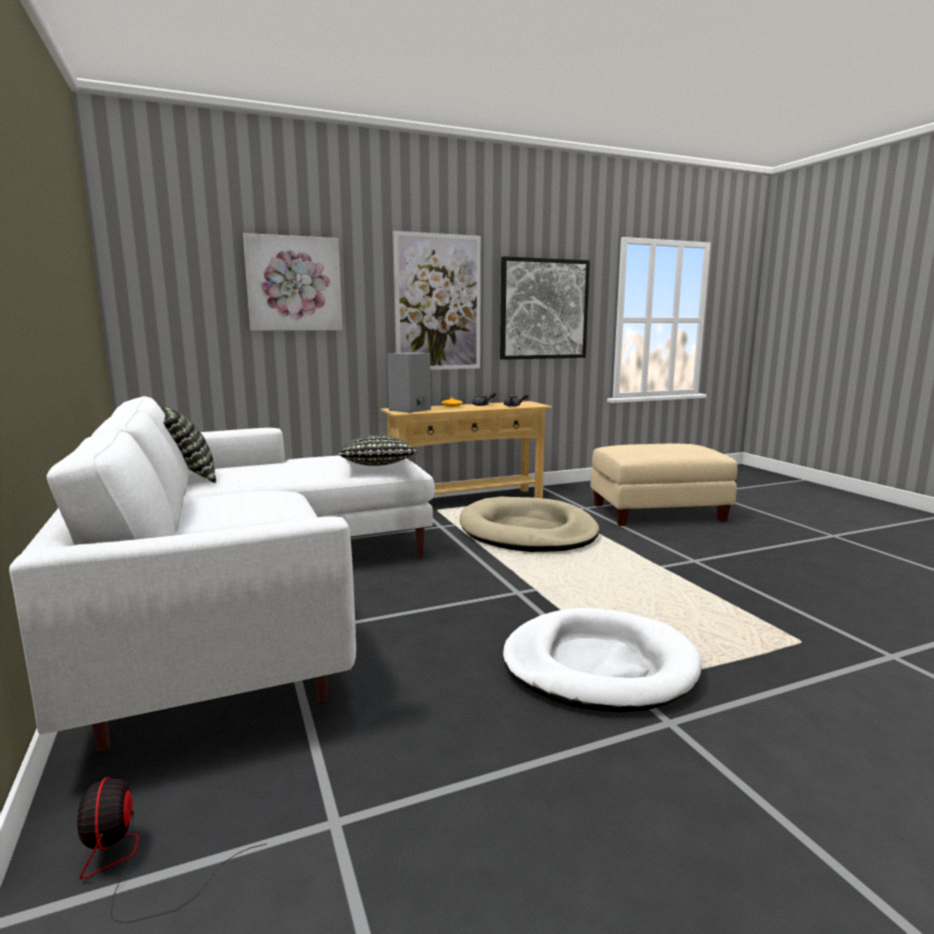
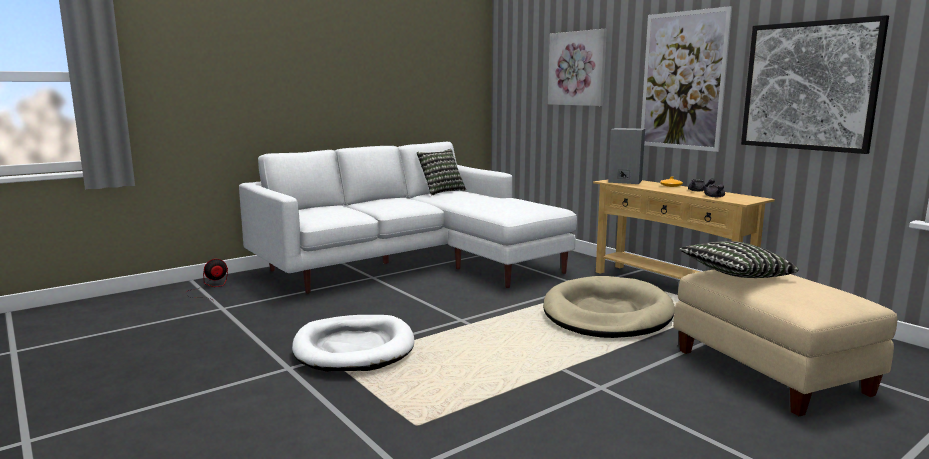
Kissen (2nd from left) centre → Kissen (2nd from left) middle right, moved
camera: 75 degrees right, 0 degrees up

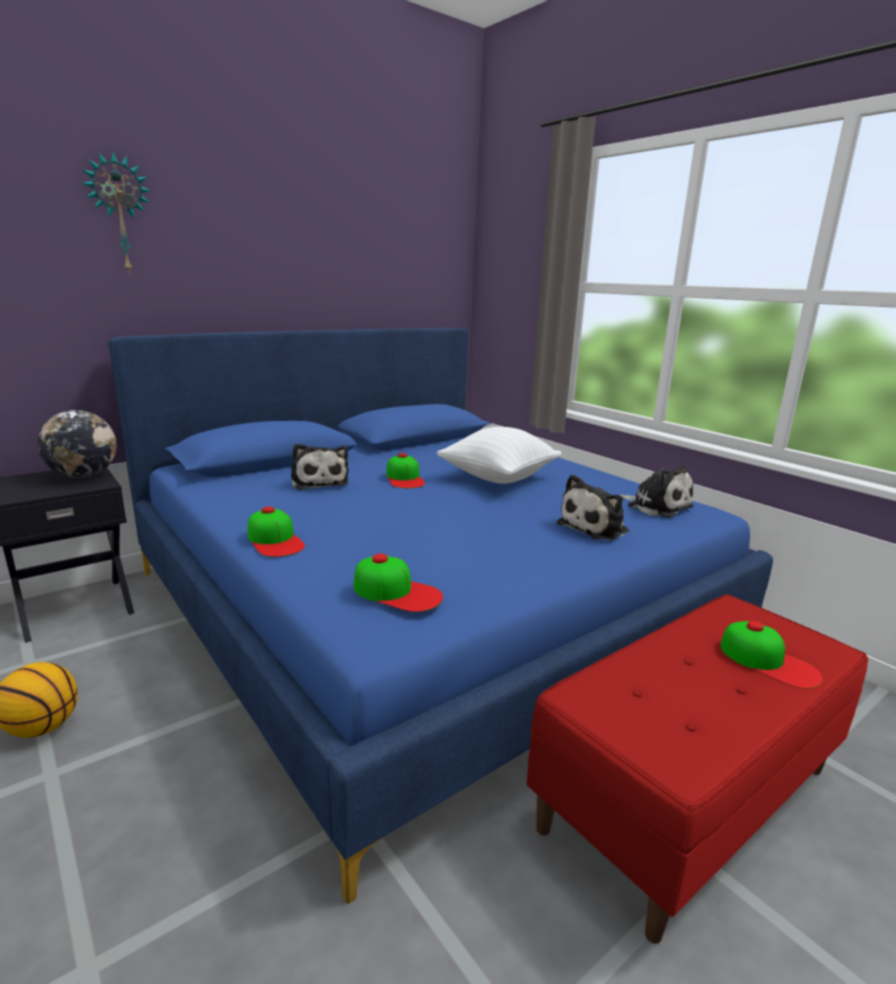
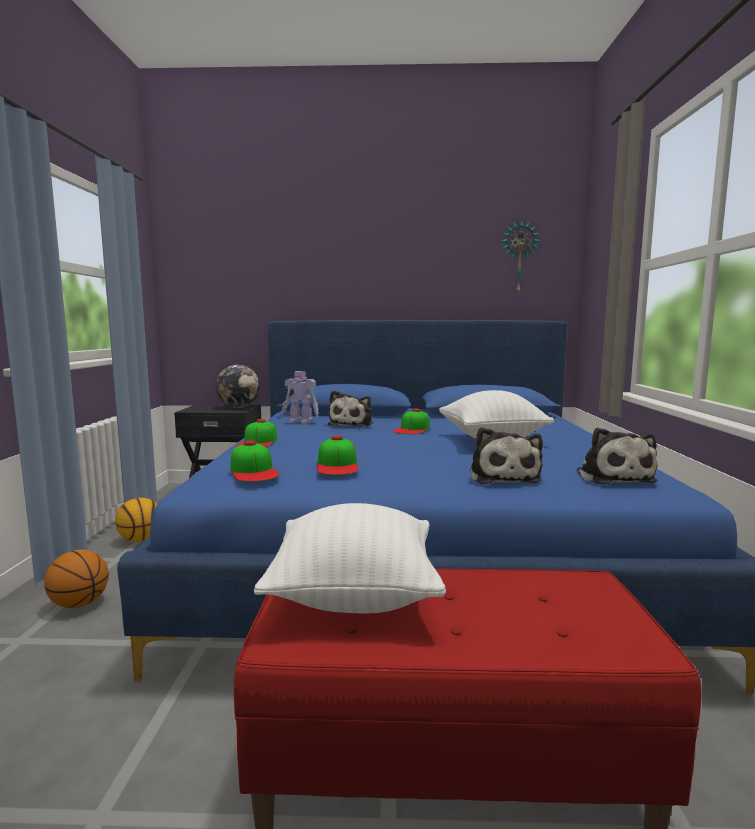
- → Basketball (1st from left) bottom left
- → Kissen [weiß] (1st from left) bottom centre
- → Spielzeugroboter centre
Kappe (4th from left in the first image) middle right → Kappe (3rd from left) centre, moved
Plüschtier (2nd from left) centre → Plüschtier (2nd from left) middle right, 90 degrees counterclockwise
Wanduhr top left → Wanduhr top right, moved
camera: 40 degrees right, 10 degrees down

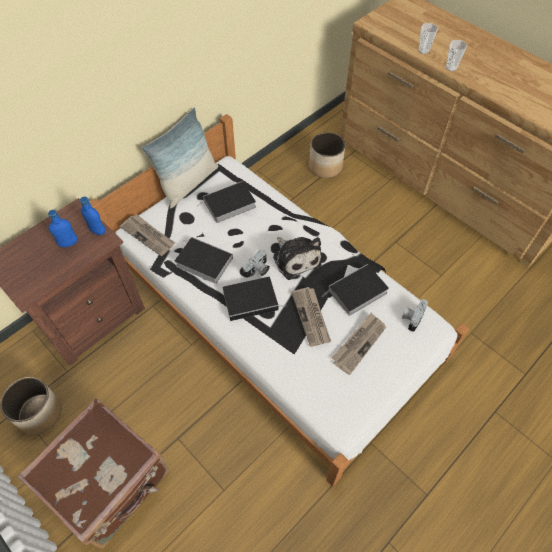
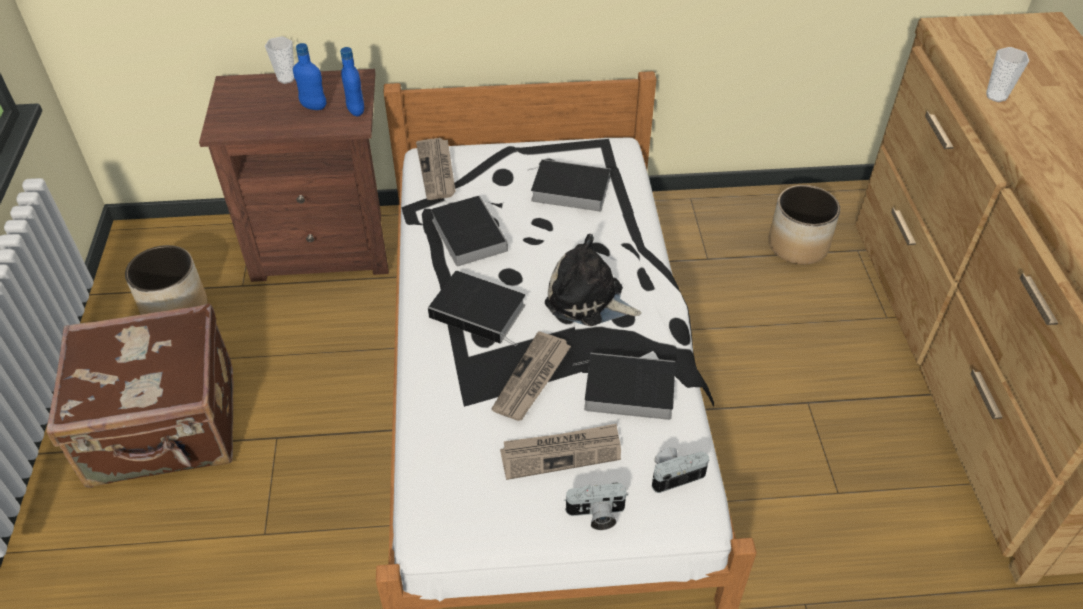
Tasse (2nd from left in the first image) top right → Tasse (1st from left) top left, moved
Plüschtier centre, 105 degrees clockwise
Kamera (1st from left) centre → Kamera (1st from left) bottom centre, moved
Kissen top left → -
camera: 40 degrees right, 10 degrees down

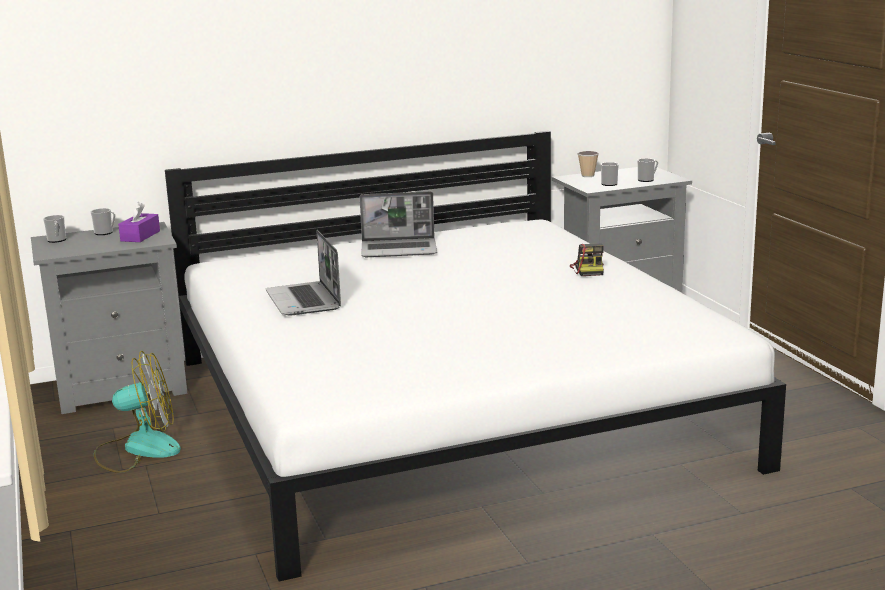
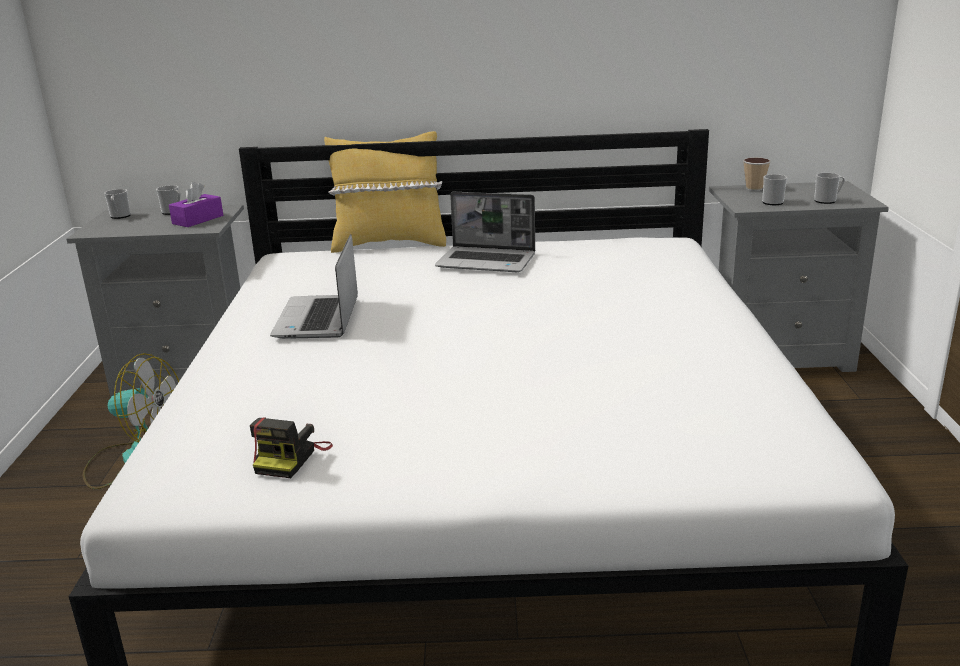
Kamera centre → Kamera bottom left, moved
- → Kissen [gelb] top centre
camera: 20 degrees right, 5 degrees up

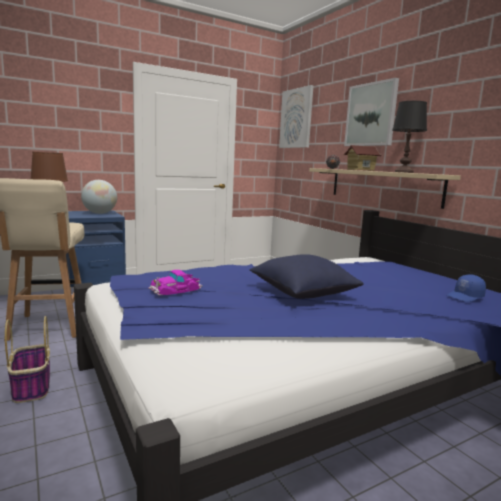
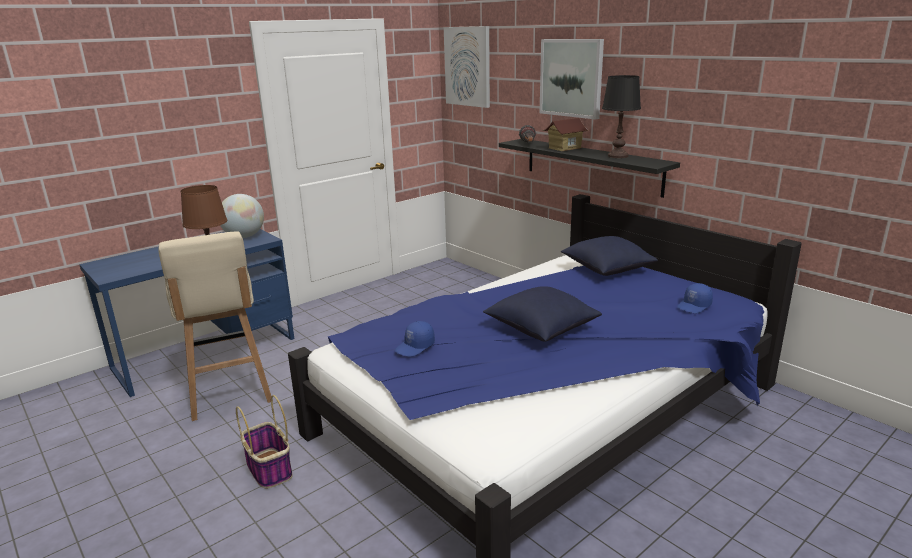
Spielzeugauto centre → Kappe [blau] (1st from left) centre
Wandregal [beige] middle right → Wandregal [schwarz] top centre
- → Kissen [blau] (2nd from left) middle right
camera: 10 degrees left, 10 degrees up

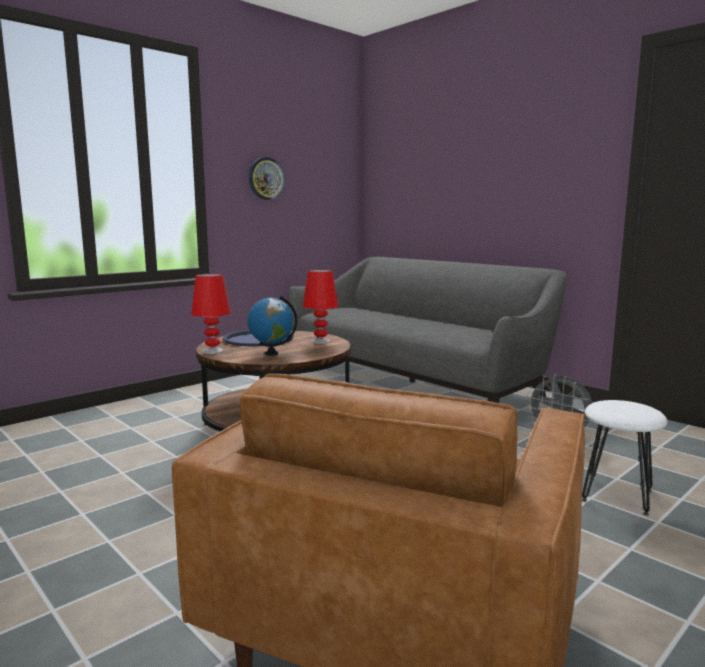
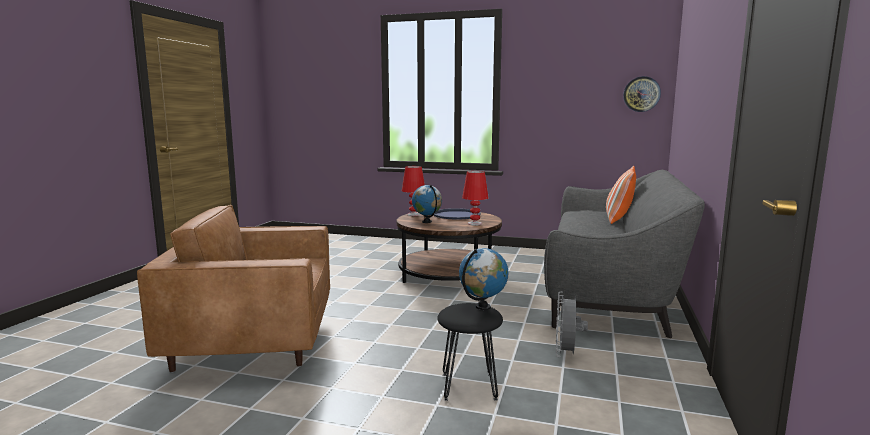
Hocker [weiß] bottom right → Hocker [schwarz] bottom centre
- → Globus (2nd from left) centre
- → Kissen middle right
Wanduhr top centre → Wanduhr top right, moved
camera: 60 degrees right, 0 degrees up

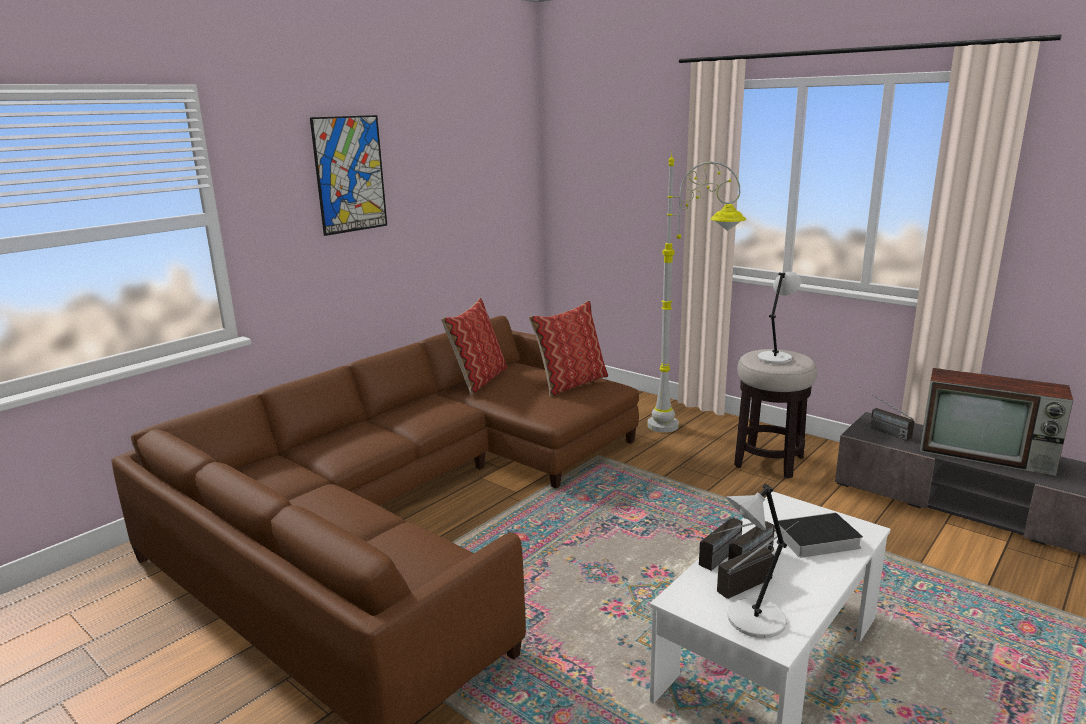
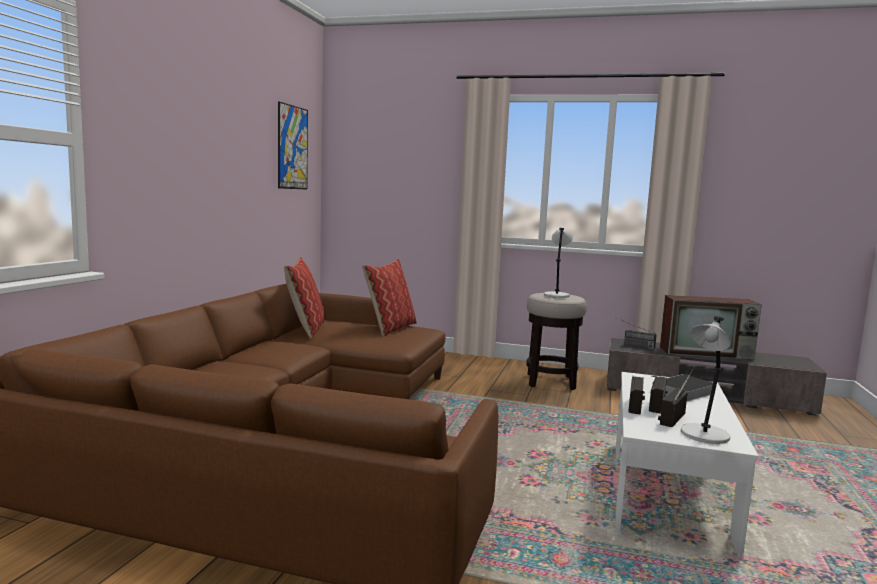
Bild top left → Bild top centre, moved
Stehlampe [grau] centre → -
camera: 25 degrees left, 10 degrees down

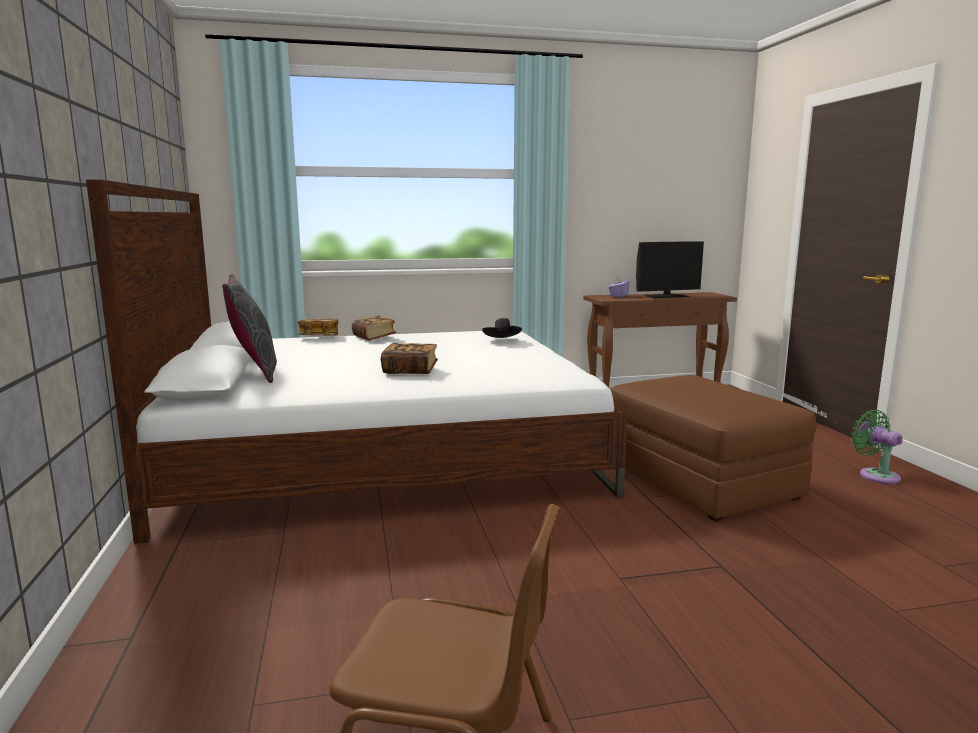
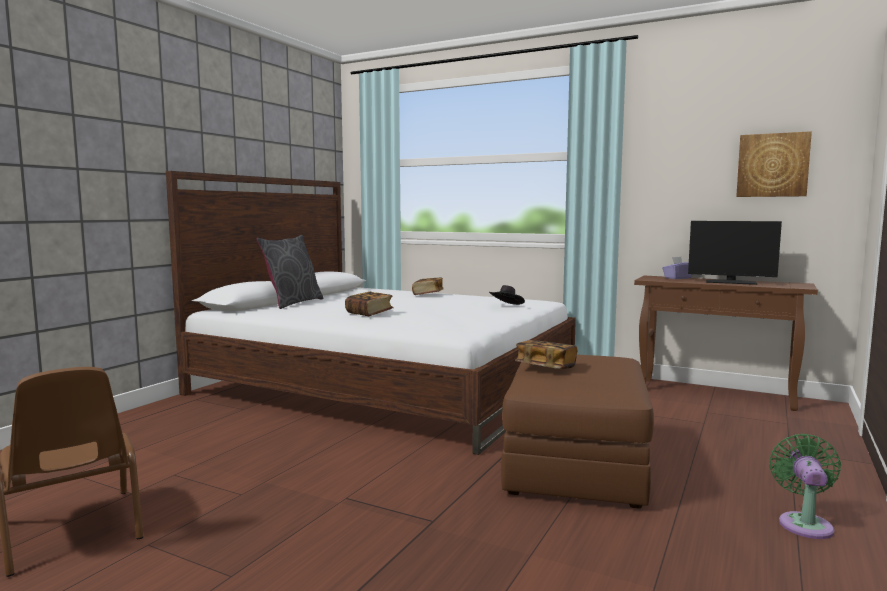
Buch (1st from left in the first image) middle left → Buch (3rd from left) centre, moved
- → Bild top right
camera: 40 degrees right, 5 degrees down

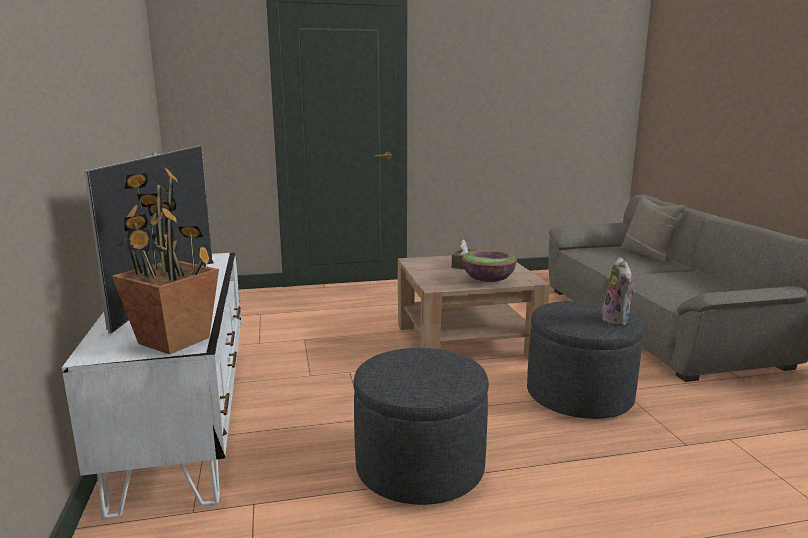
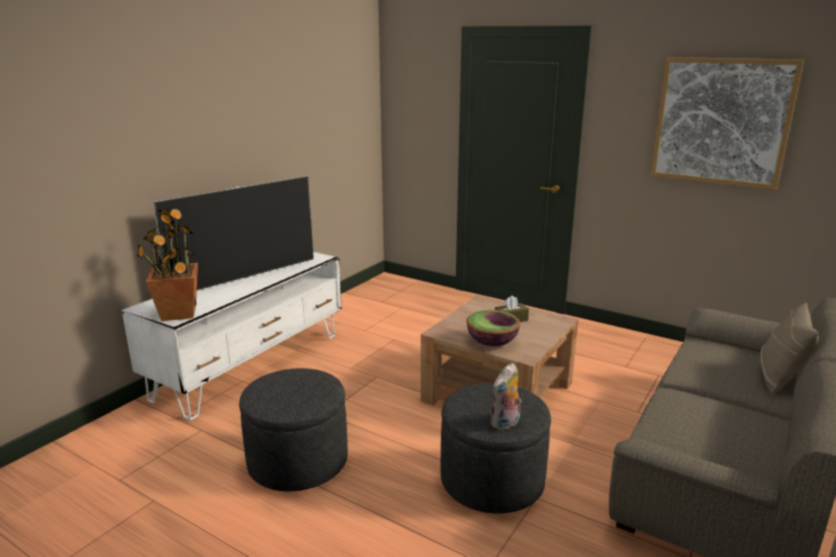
- → Bild top right
camera: 45 degrees right, 5 degrees up

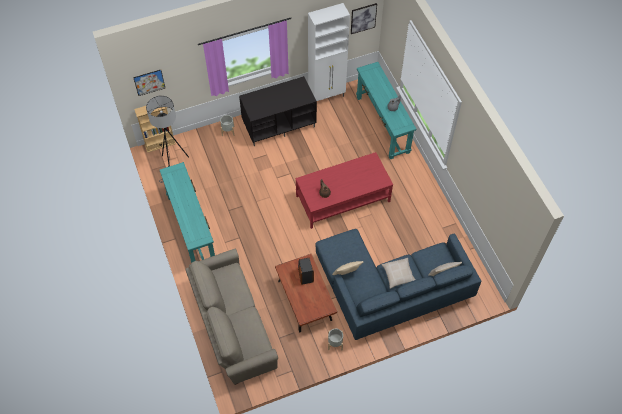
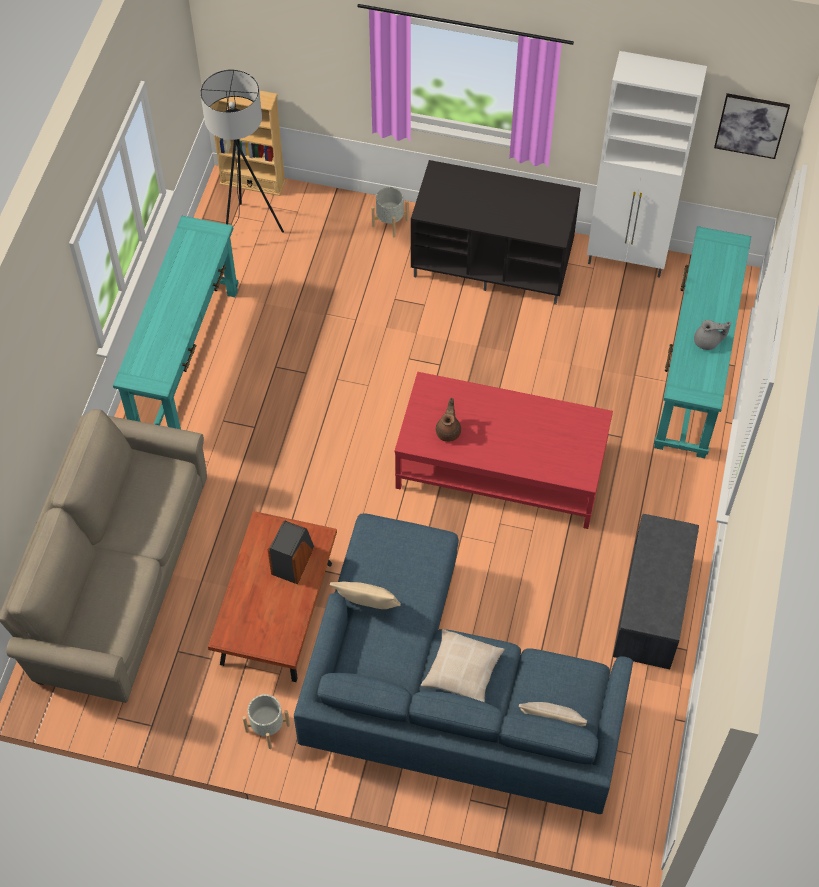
- → Bank [grau] middle right
Bild (1st from left) top left → -
camera: 35 degrees right, 0 degrees up

